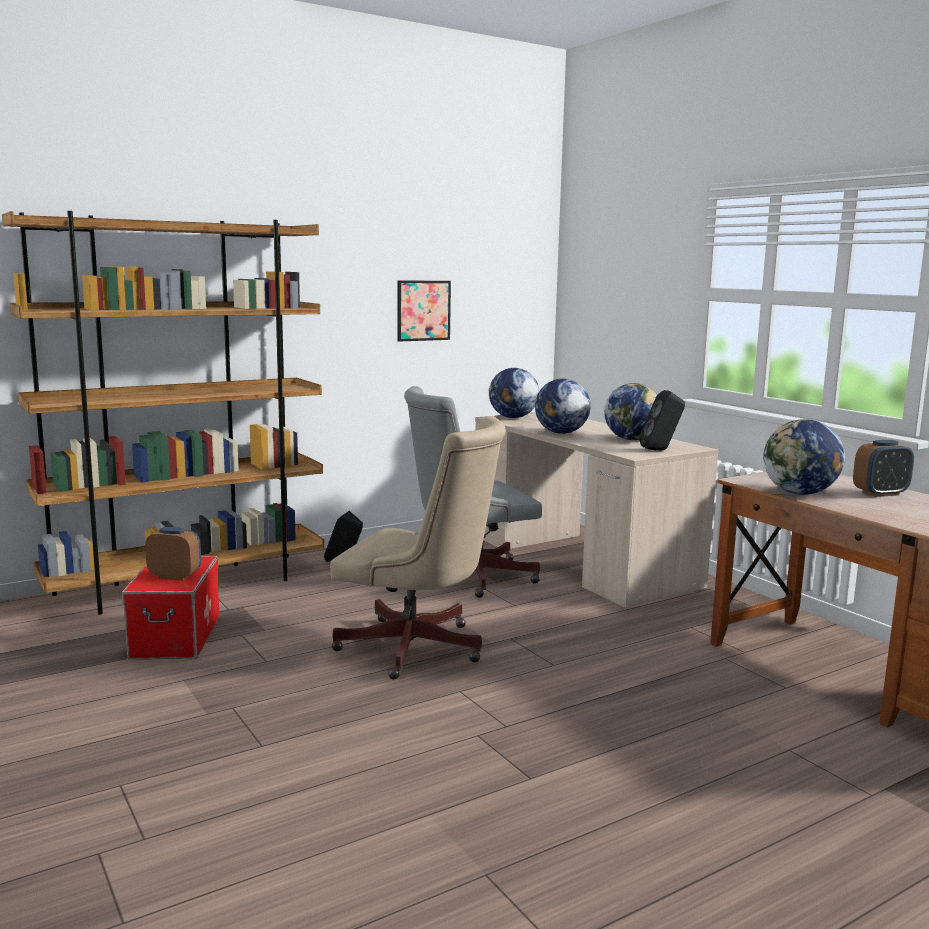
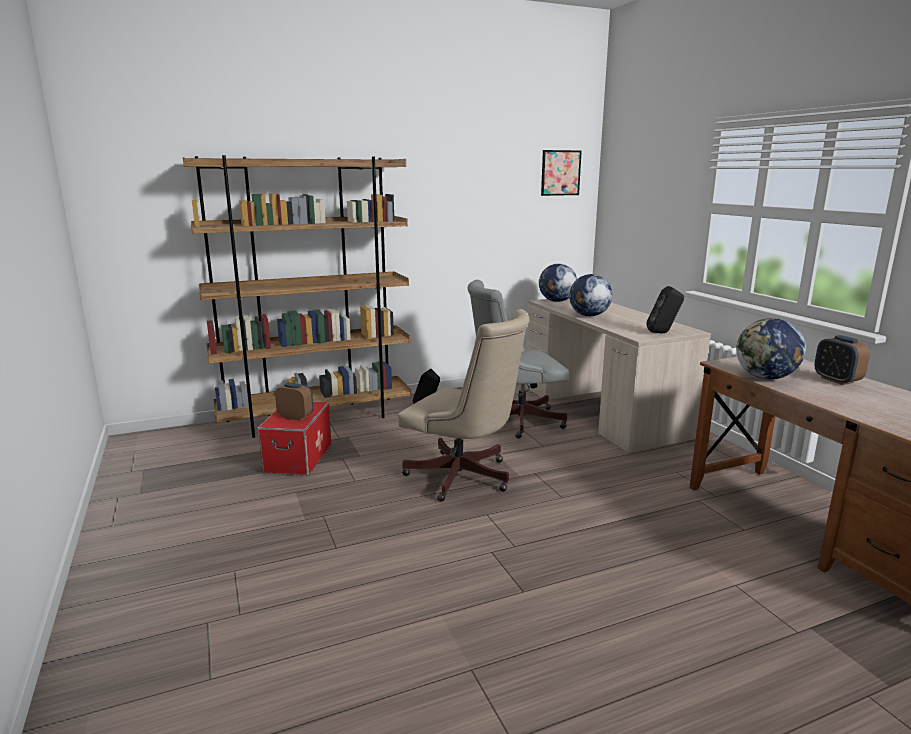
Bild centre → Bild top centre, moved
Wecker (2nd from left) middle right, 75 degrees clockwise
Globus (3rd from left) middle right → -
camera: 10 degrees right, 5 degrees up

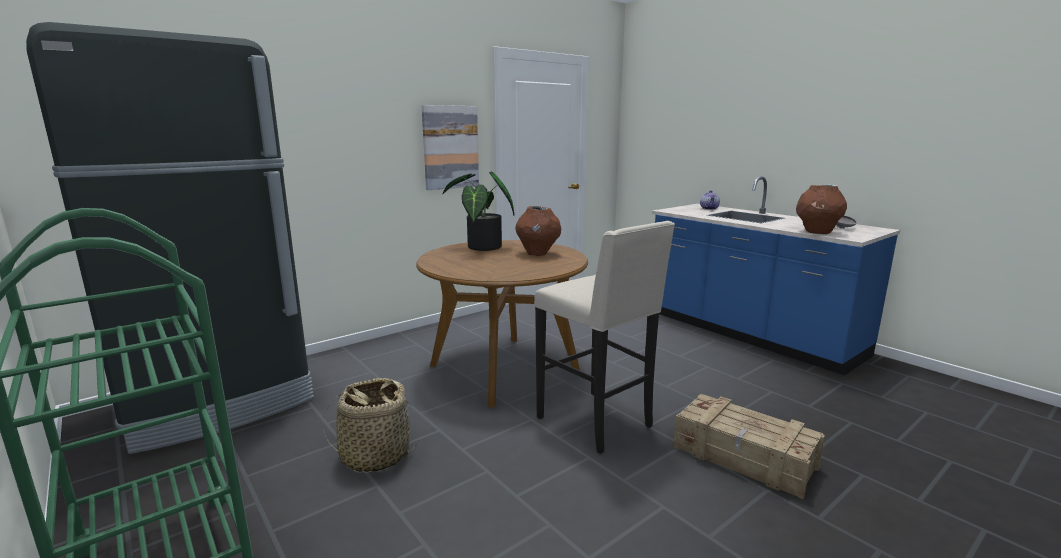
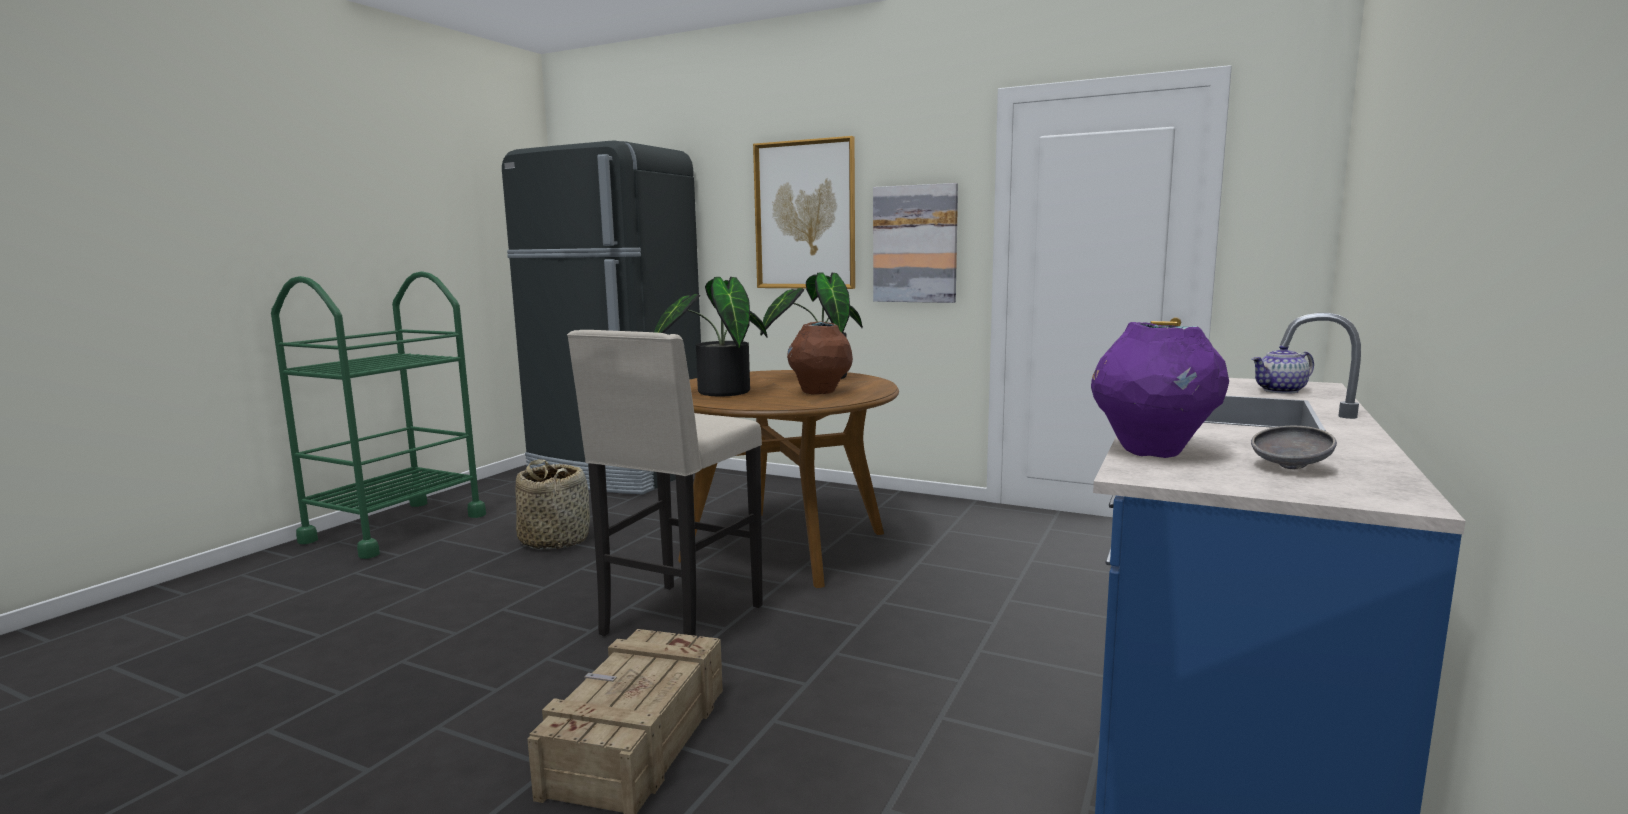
- → Topfpflanze (1st from left) centre
- → Bild (1st from left) top centre
Vase [braun] (2nd from left) middle right → Vase [lila] middle right
camera: 65 degrees right, 5 degrees down

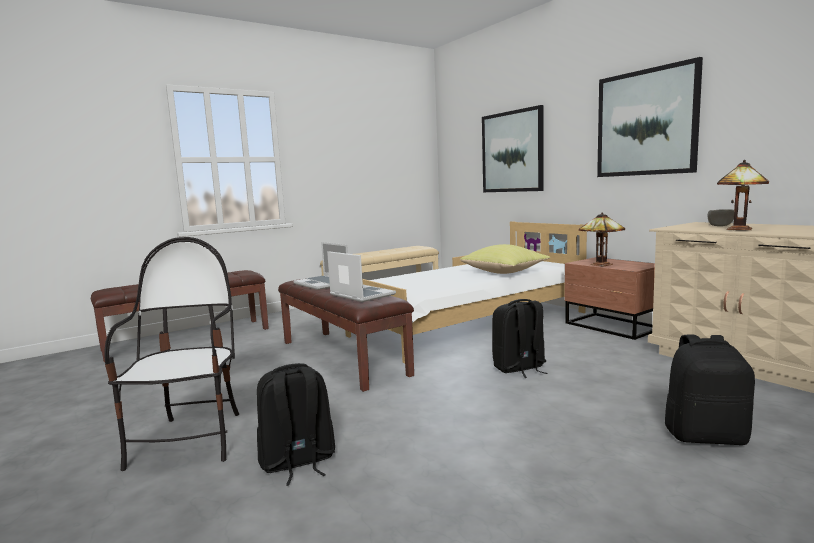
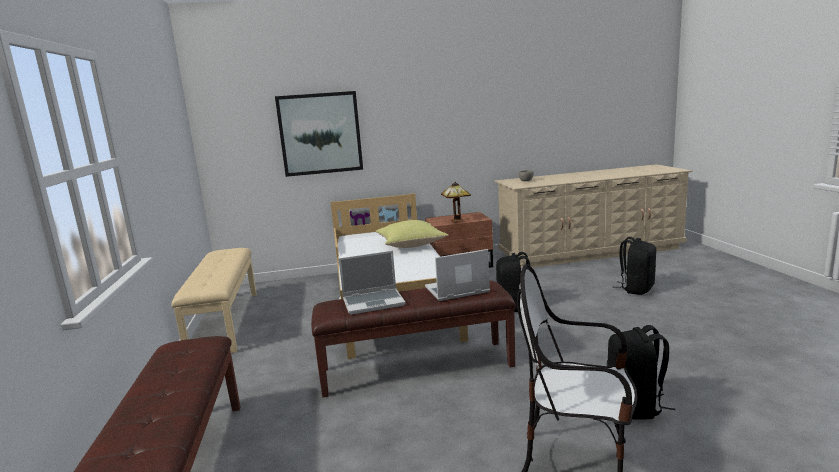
Bild (2nd from left) top right → -
Tischlampe (2nd from left) middle right → -
camera: 65 degrees left, 5 degrees up

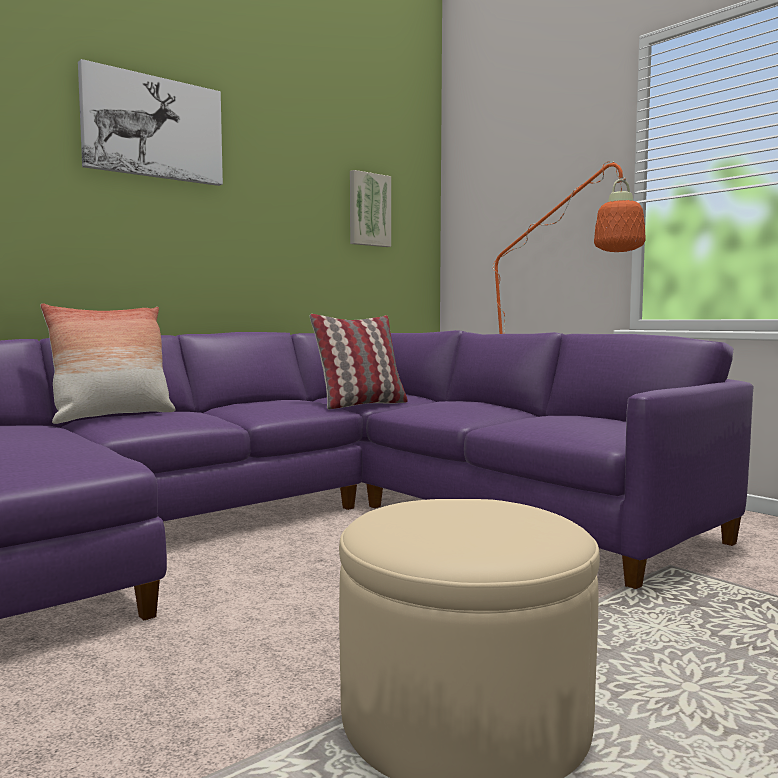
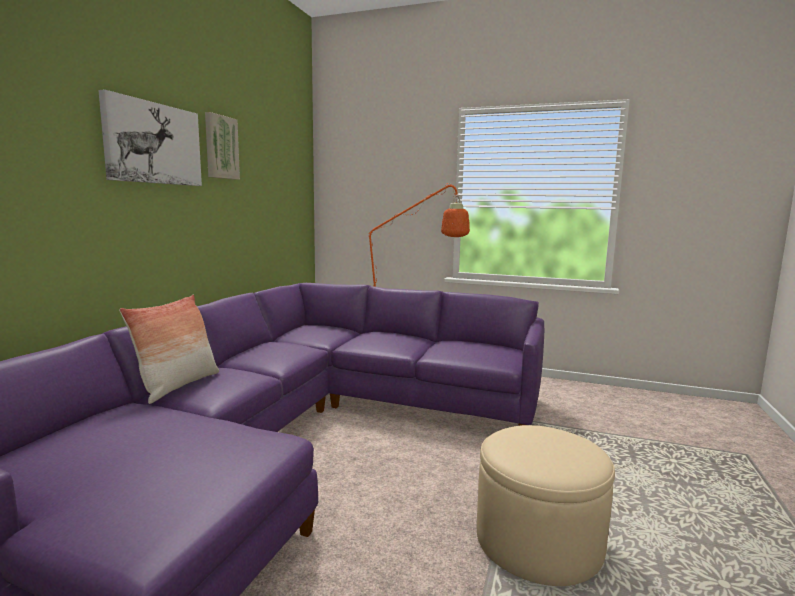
Bild (2nd from left) top centre → Bild (2nd from left) top left, moved
Kissen (2nd from left) centre → -
camera: 30 degrees left, 5 degrees up

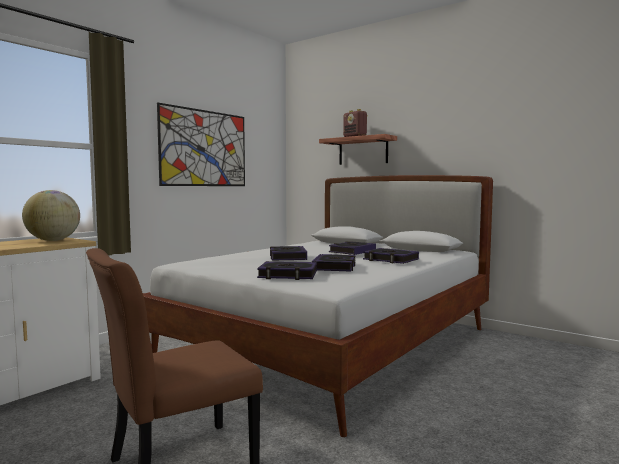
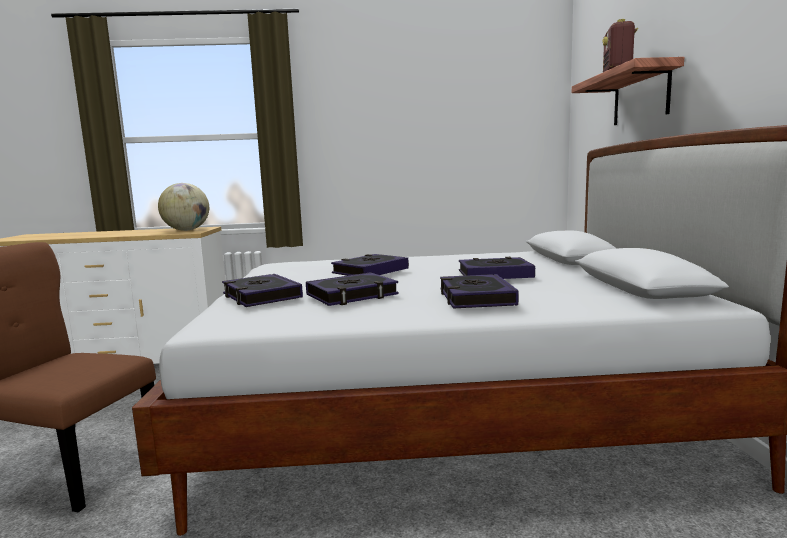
Bild top left → -
camera: 50 degrees right, 5 degrees up

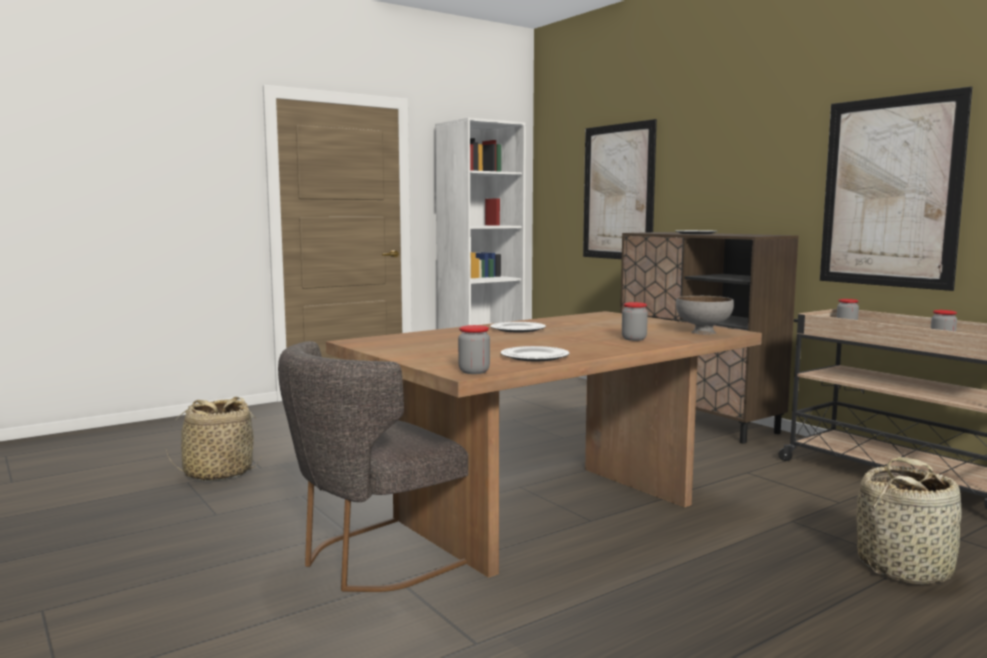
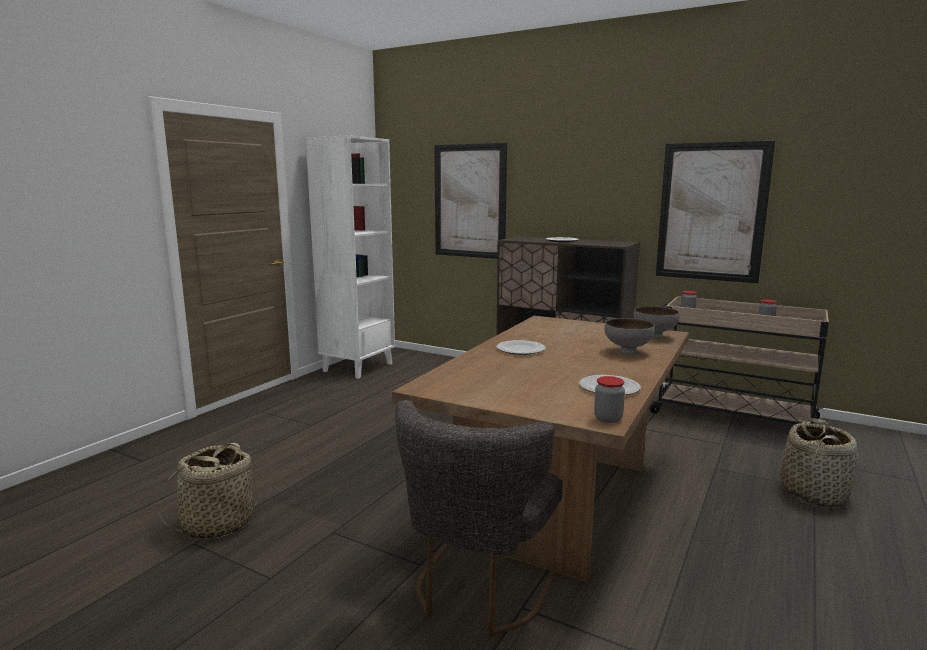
Vorratsglas (2nd from left) centre → Schüssel [grau] (1st from left) middle right
camera: 25 degrees left, 5 degrees up

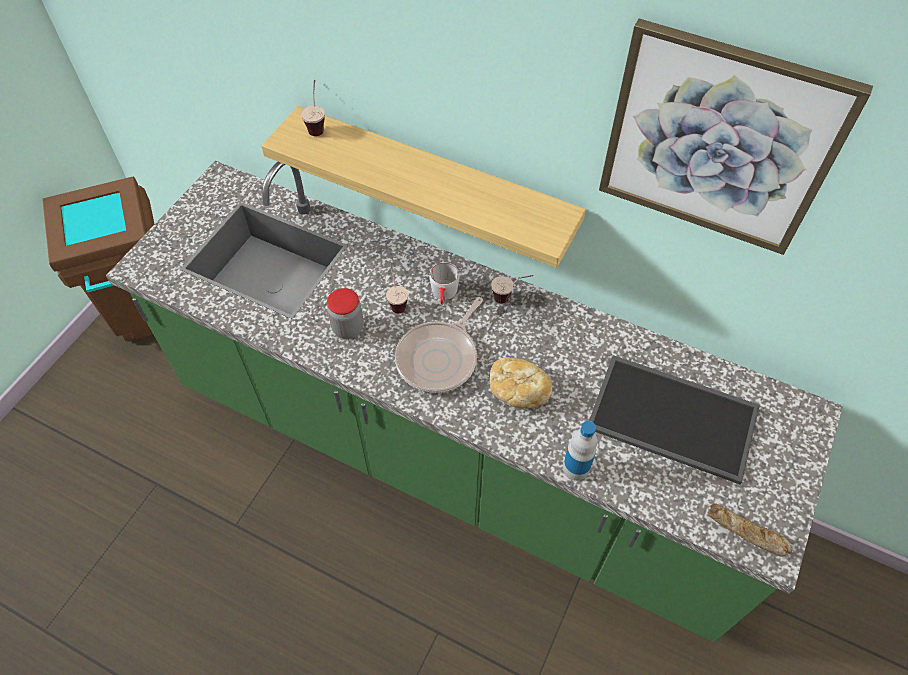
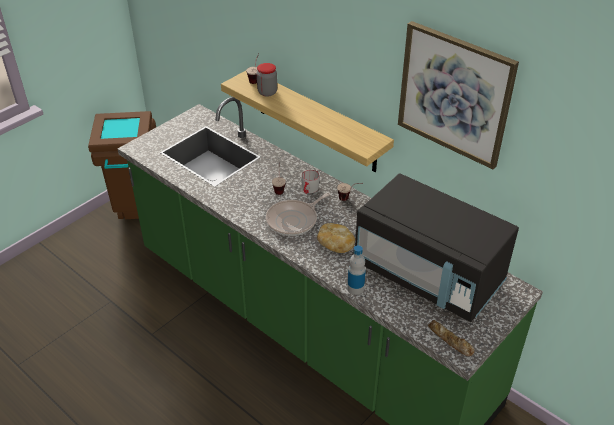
Vorratsglas centre → Vorratsglas top centre, moved
Tablett middle right → Mikrowelle [schwarz] middle right
camera: 15 degrees right, 15 degrees down

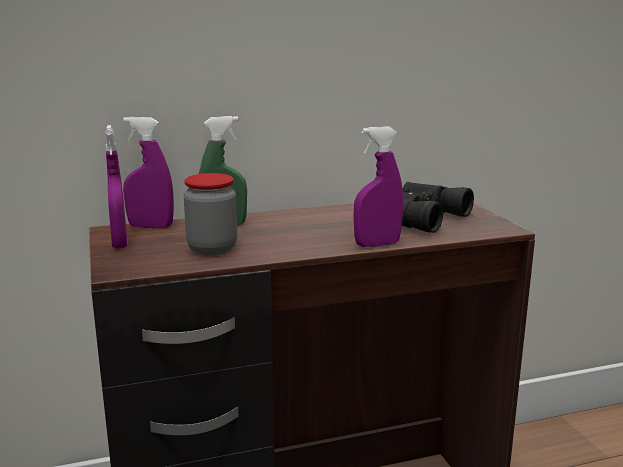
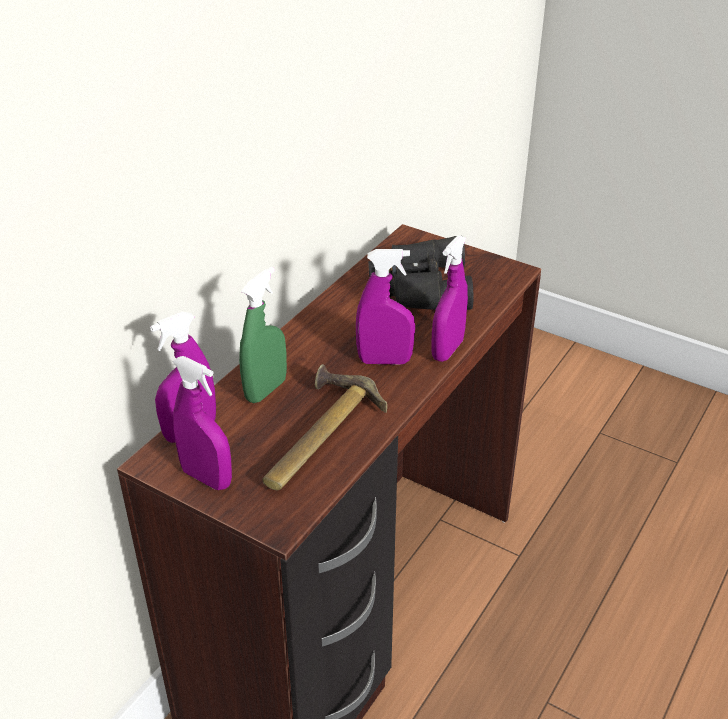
Vorratsglas centre → Hammer centre
- → Sprühflasche [lila] (3rd from left) centre
camera: 40 degrees left, 20 degrees up

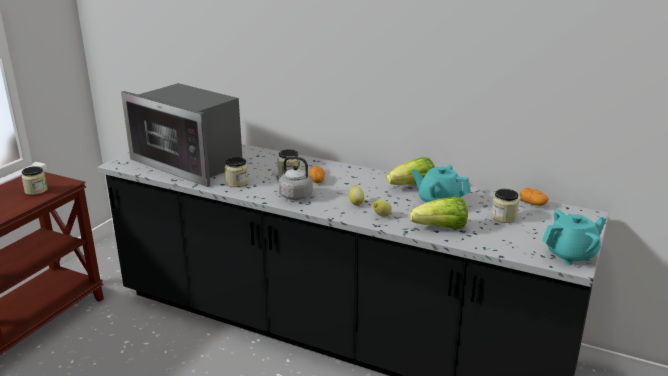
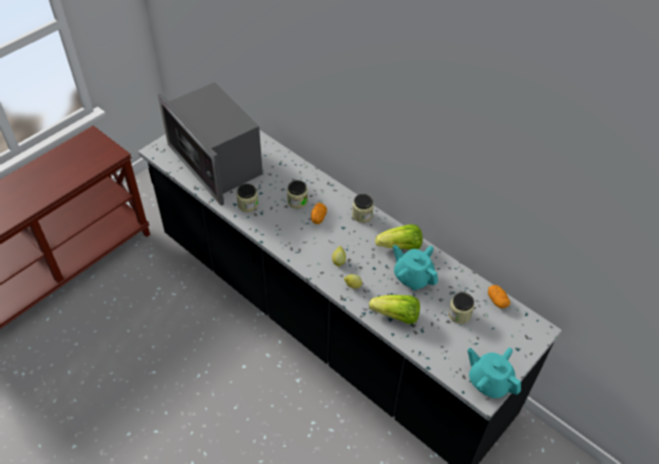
Vorratsglas (1st from left in the first image) middle left → Vorratsglas (3rd from left) centre, moved
Teekanne [türkis] (2nd from left) middle right → Teekanne [türkis] (2nd from left) bottom right, 135 degrees counterclockwise
Wasserkessel [grau] centre → -
camera: 15 degrees right, 25 degrees up

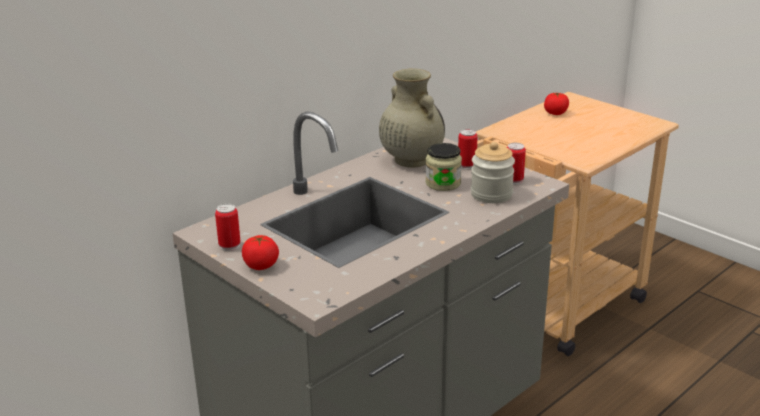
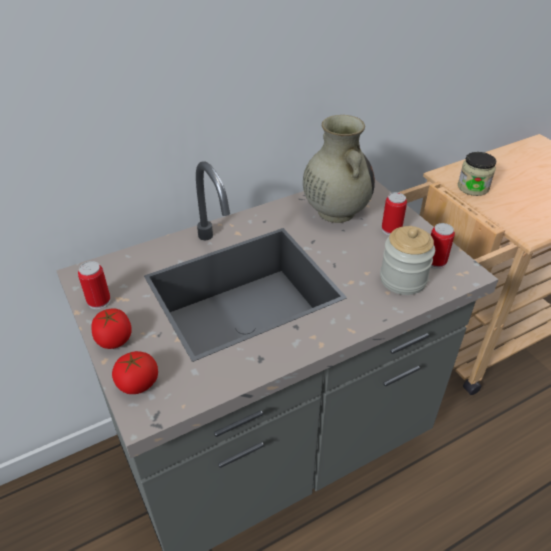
Tomate (2nd from left) top right → Tomate (2nd from left) bottom left, moved
Vorratsglas (1st from left in the first image) centre → Vorratsglas (2nd from left) top right, moved
camera: 15 degrees right, 15 degrees up

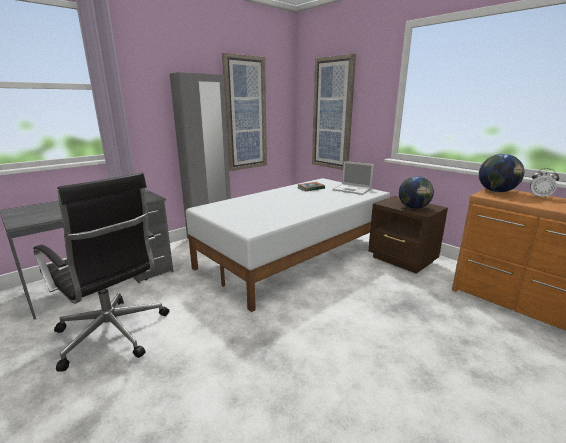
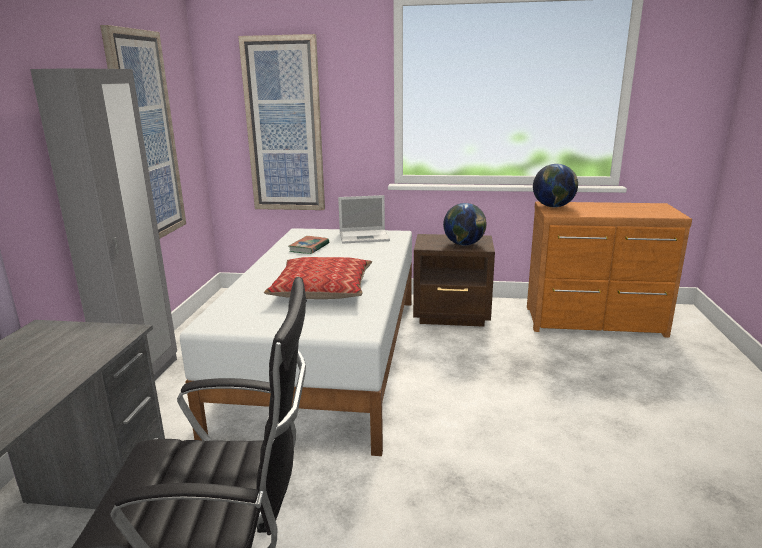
- → Kissen centre
Wecker middle right → -
camera: 40 degrees left, 0 degrees up

